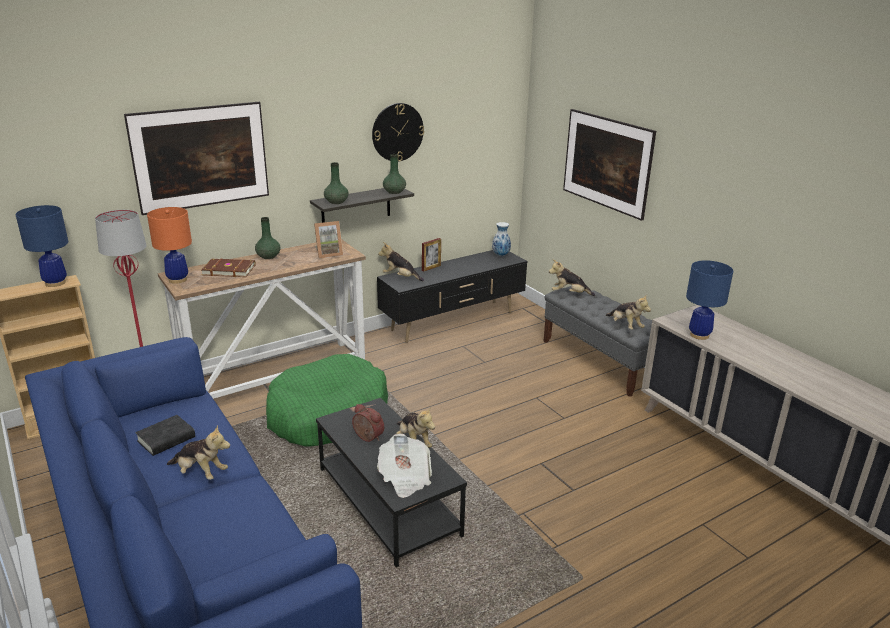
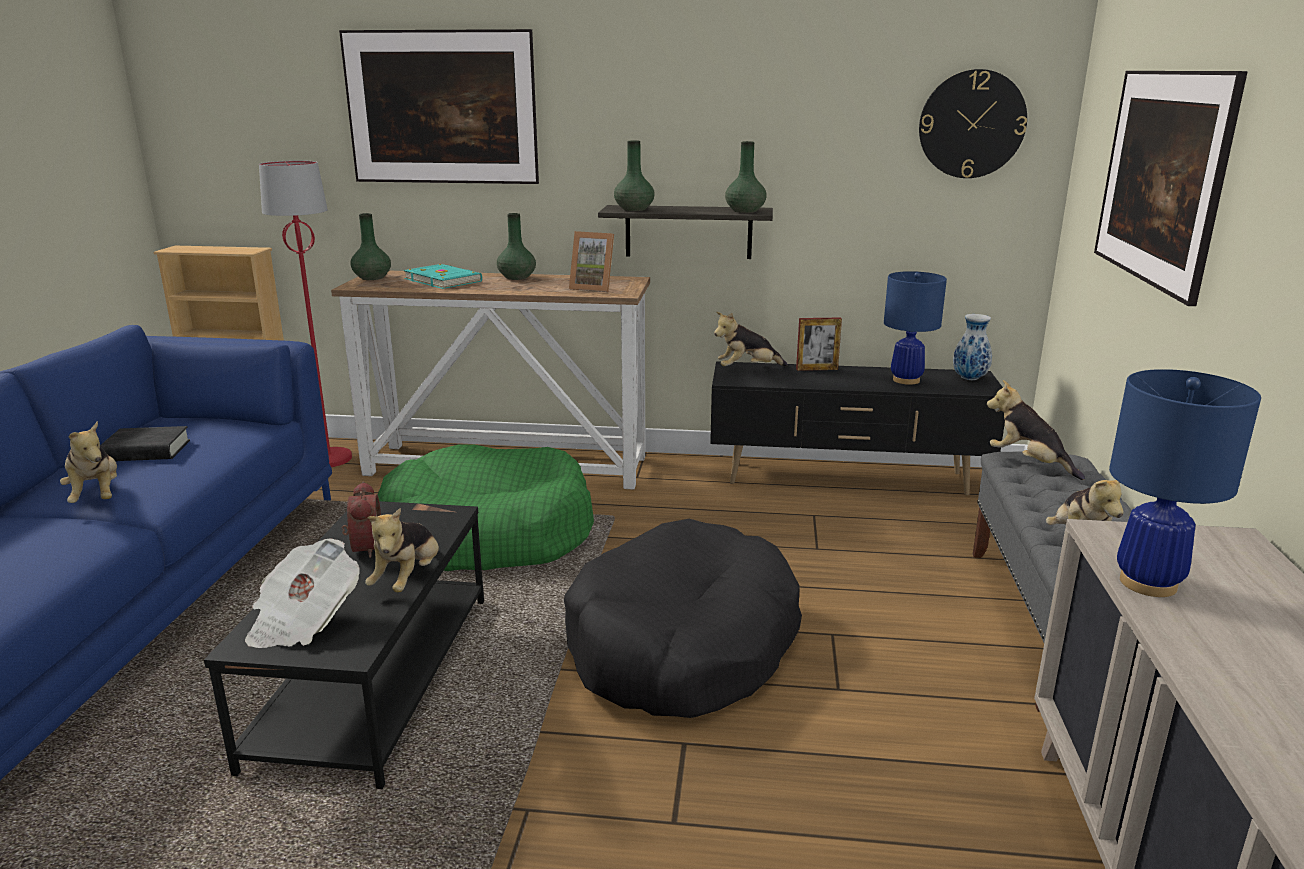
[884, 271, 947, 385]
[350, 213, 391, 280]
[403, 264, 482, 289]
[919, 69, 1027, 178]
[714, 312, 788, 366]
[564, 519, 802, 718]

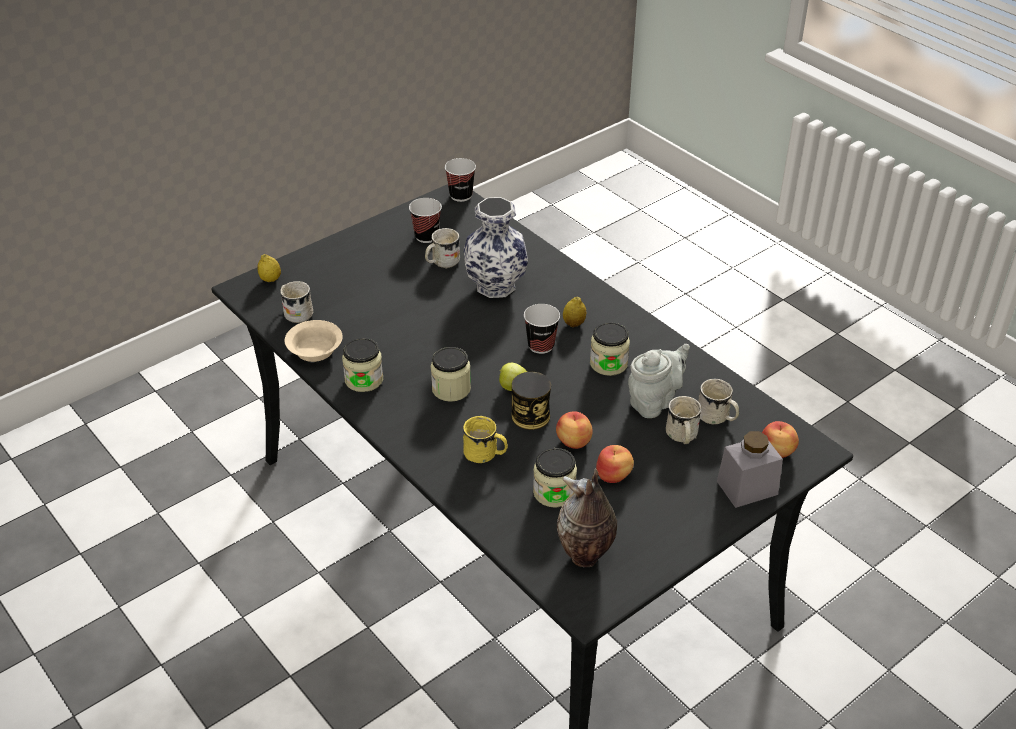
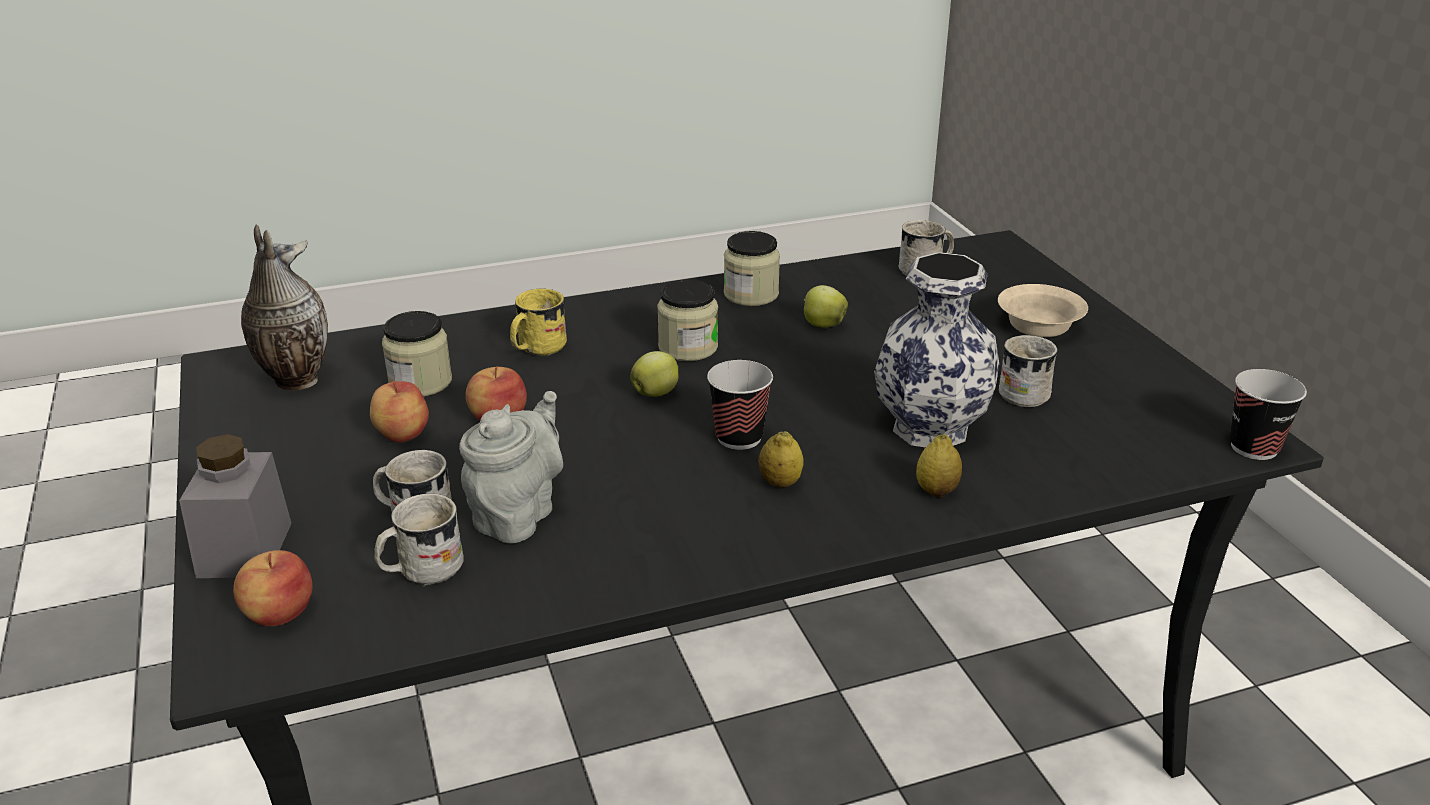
[916, 434, 962, 497]
[998, 284, 1088, 337]
[409, 198, 442, 243] (first image)
[512, 372, 551, 430] (first image)
[590, 322, 630, 376] (first image)
[459, 391, 563, 543]
[803, 285, 848, 328]

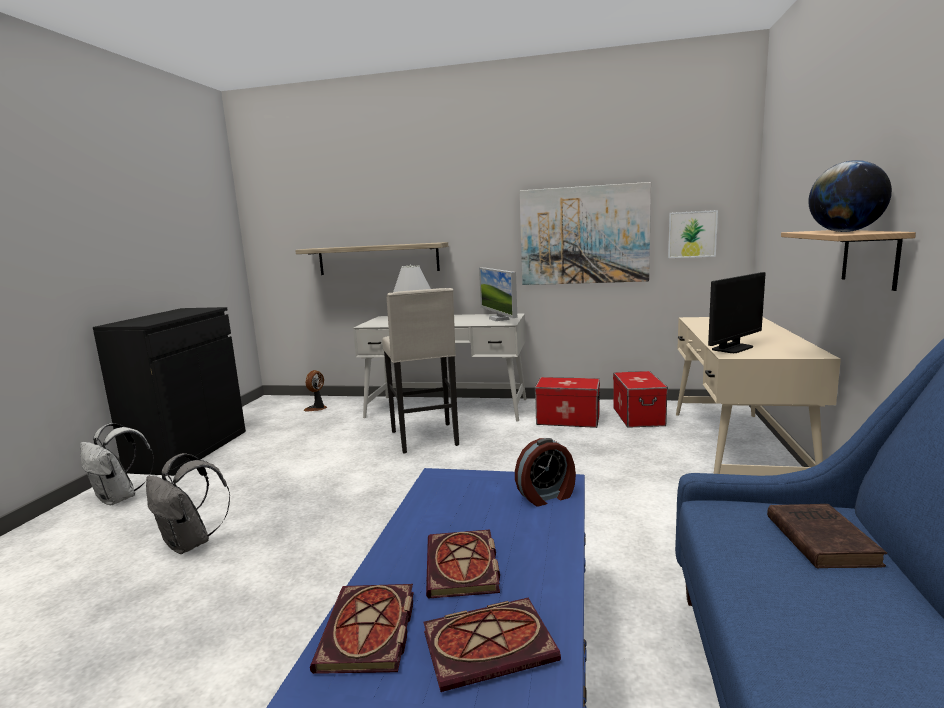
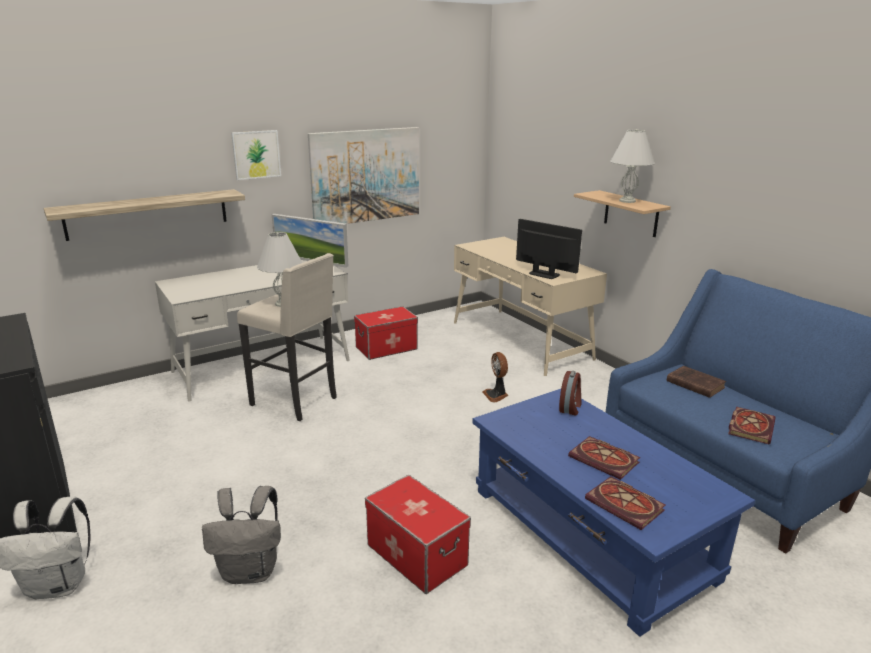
[482, 352, 508, 402]
[728, 407, 776, 444]
[365, 475, 471, 594]
[231, 130, 281, 180]
[516, 219, 582, 279]
[610, 129, 655, 203]

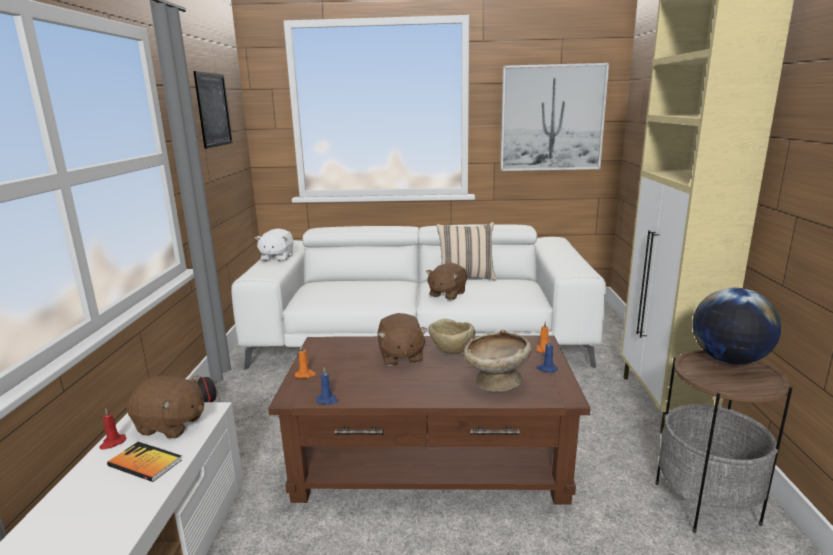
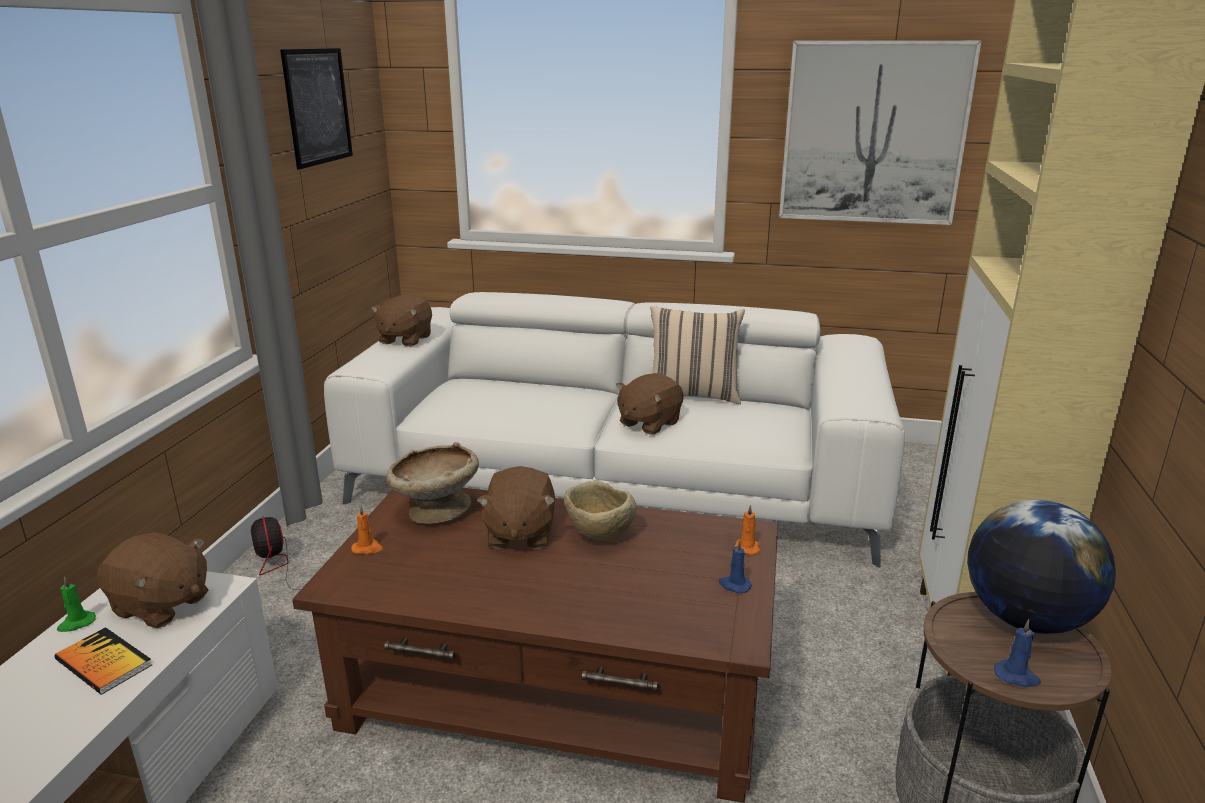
[57, 577, 96, 632]
[371, 294, 432, 347]
[994, 619, 1041, 687]
[386, 442, 479, 524]

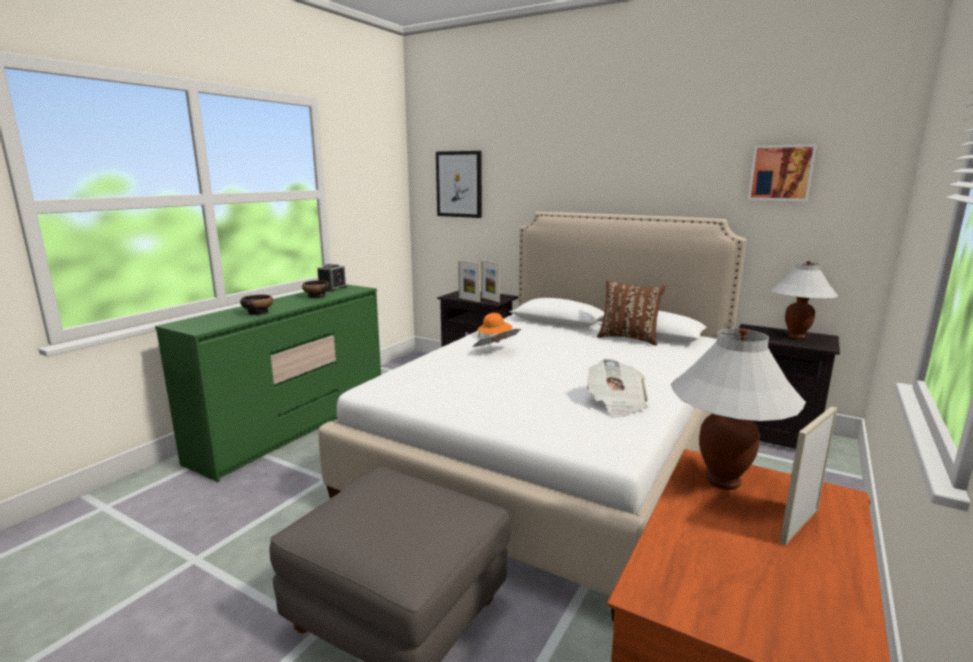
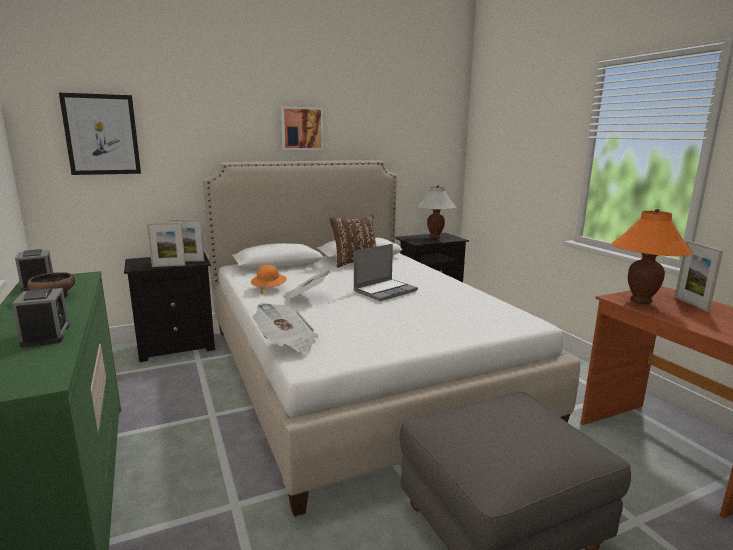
[12, 288, 70, 347]
[253, 303, 318, 354]
[611, 209, 693, 304]
[281, 106, 323, 150]
[353, 244, 418, 301]

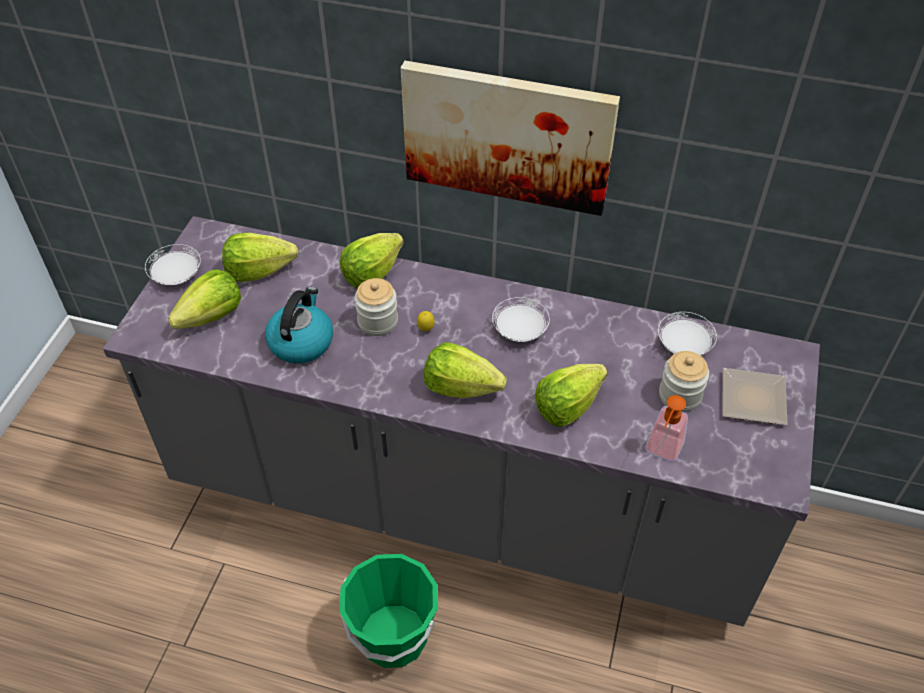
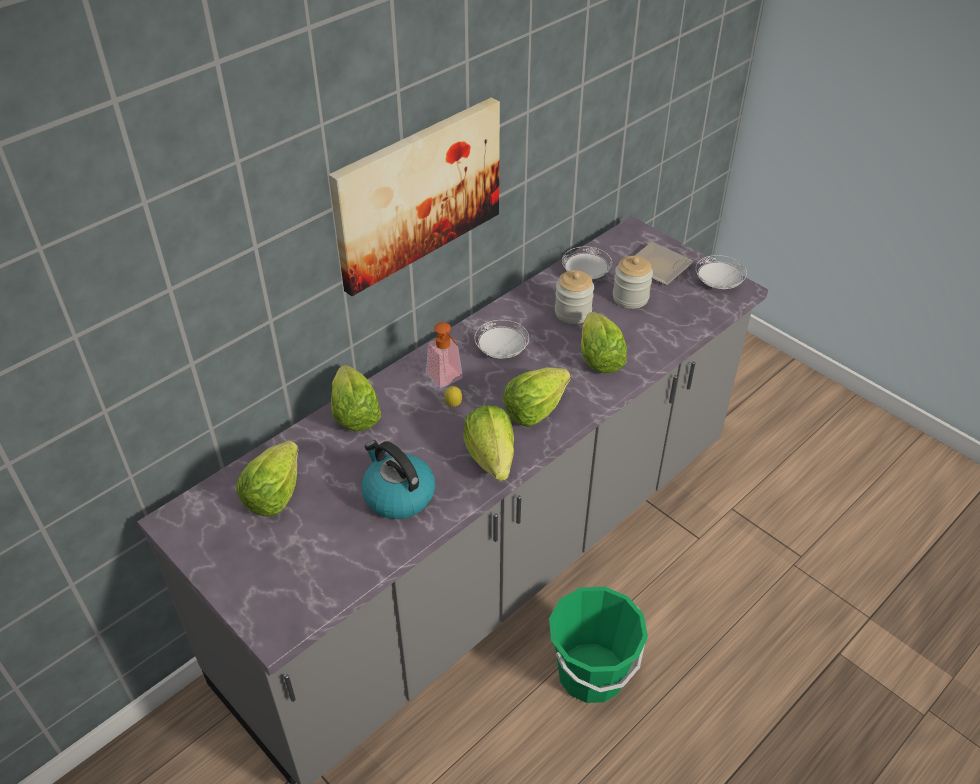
[696, 255, 747, 289]
[463, 405, 514, 481]
[555, 270, 594, 324]
[426, 322, 463, 388]

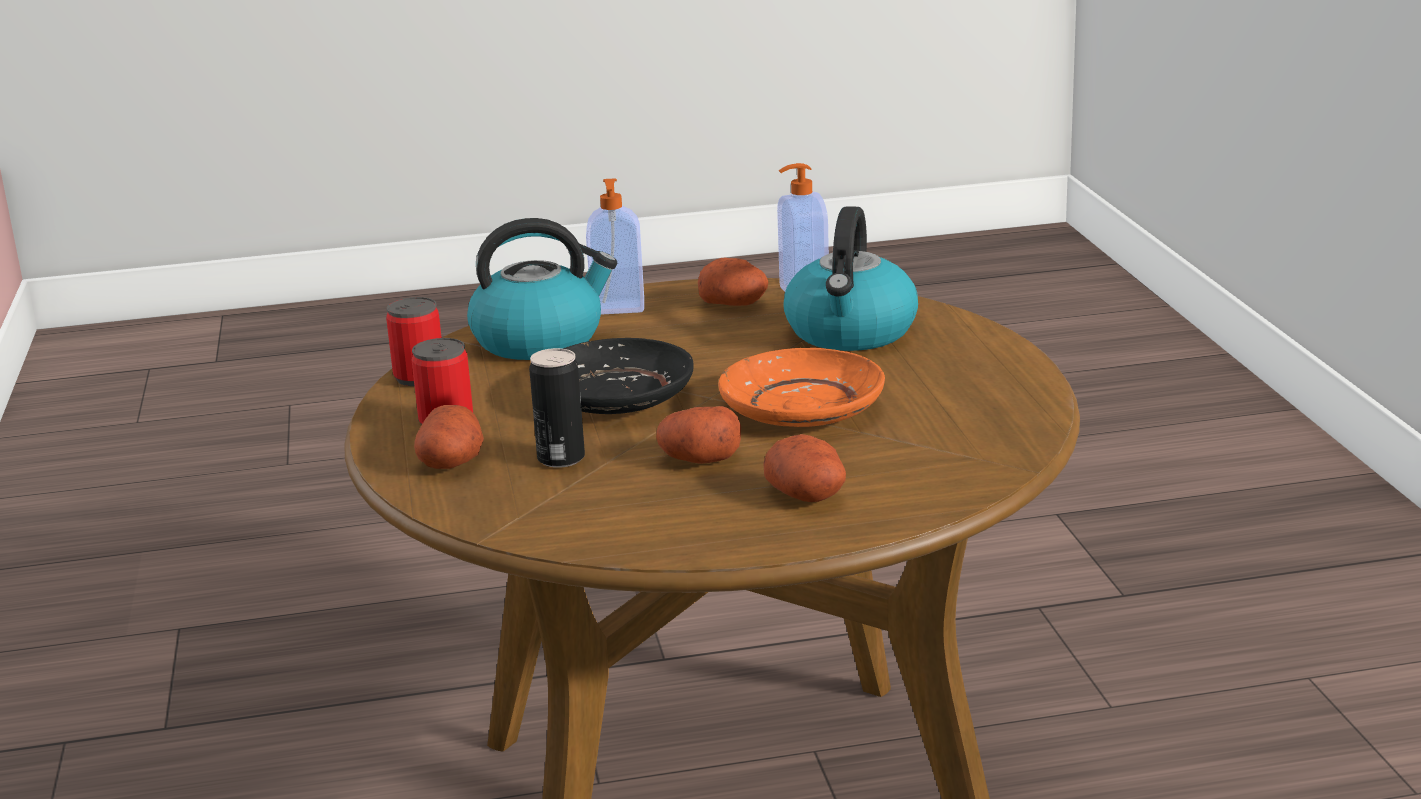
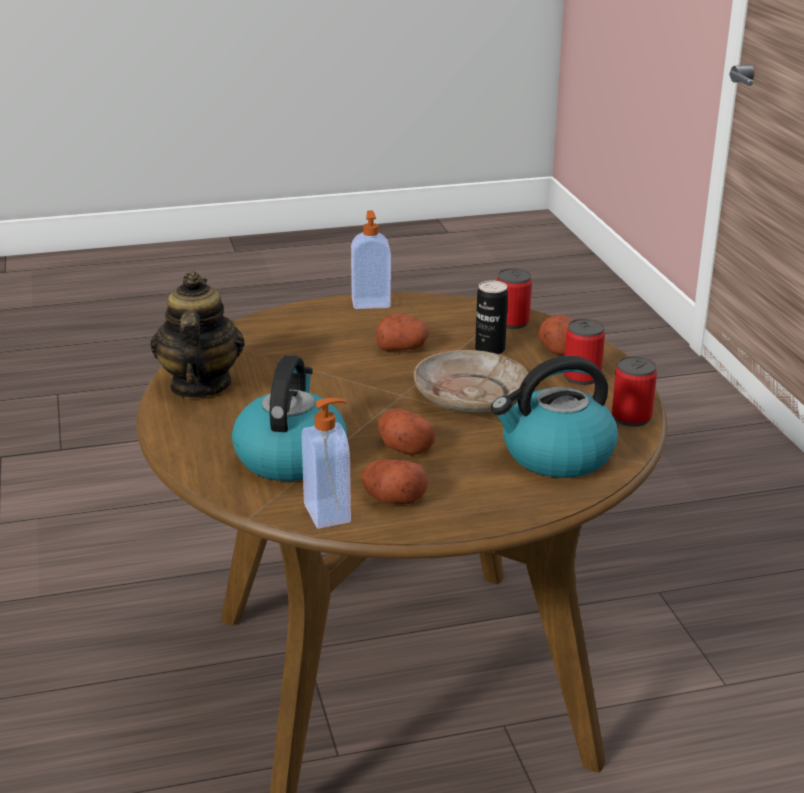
[414, 350, 529, 413]
[351, 210, 391, 309]
[718, 348, 885, 427] (first image)
[378, 409, 435, 455]
[150, 271, 245, 398]
[497, 268, 532, 329]

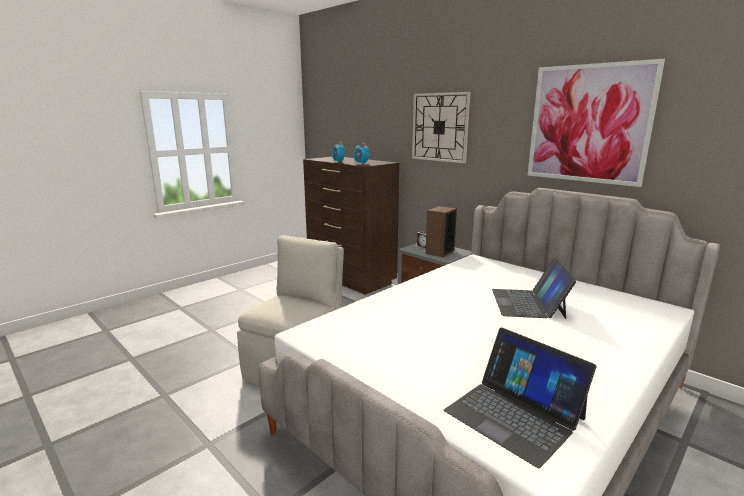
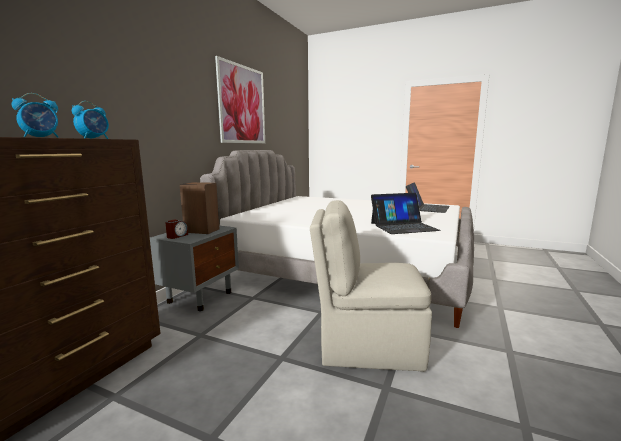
[412, 92, 470, 163] (first image)
[371, 193, 441, 234]

